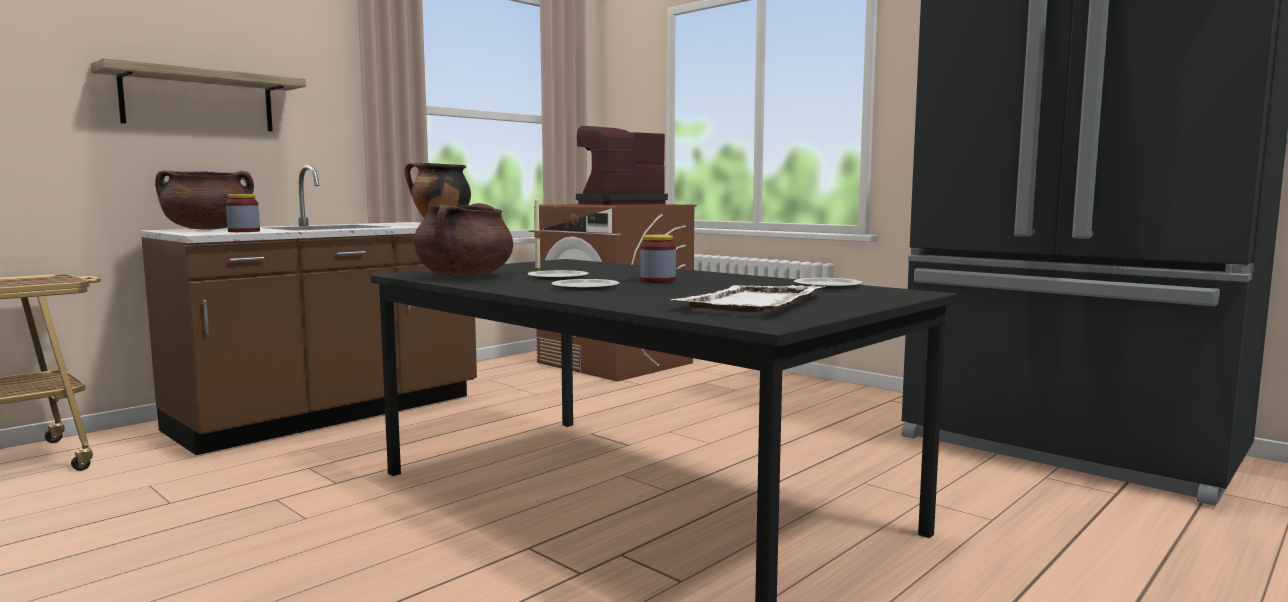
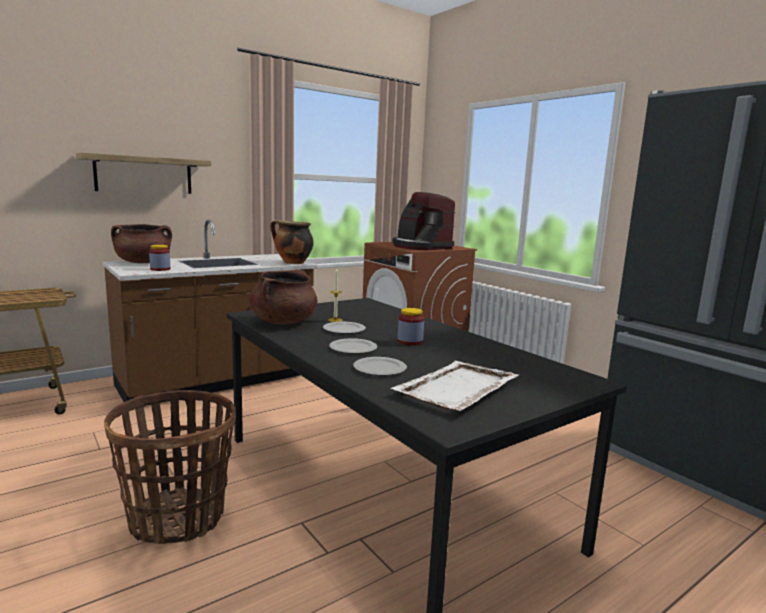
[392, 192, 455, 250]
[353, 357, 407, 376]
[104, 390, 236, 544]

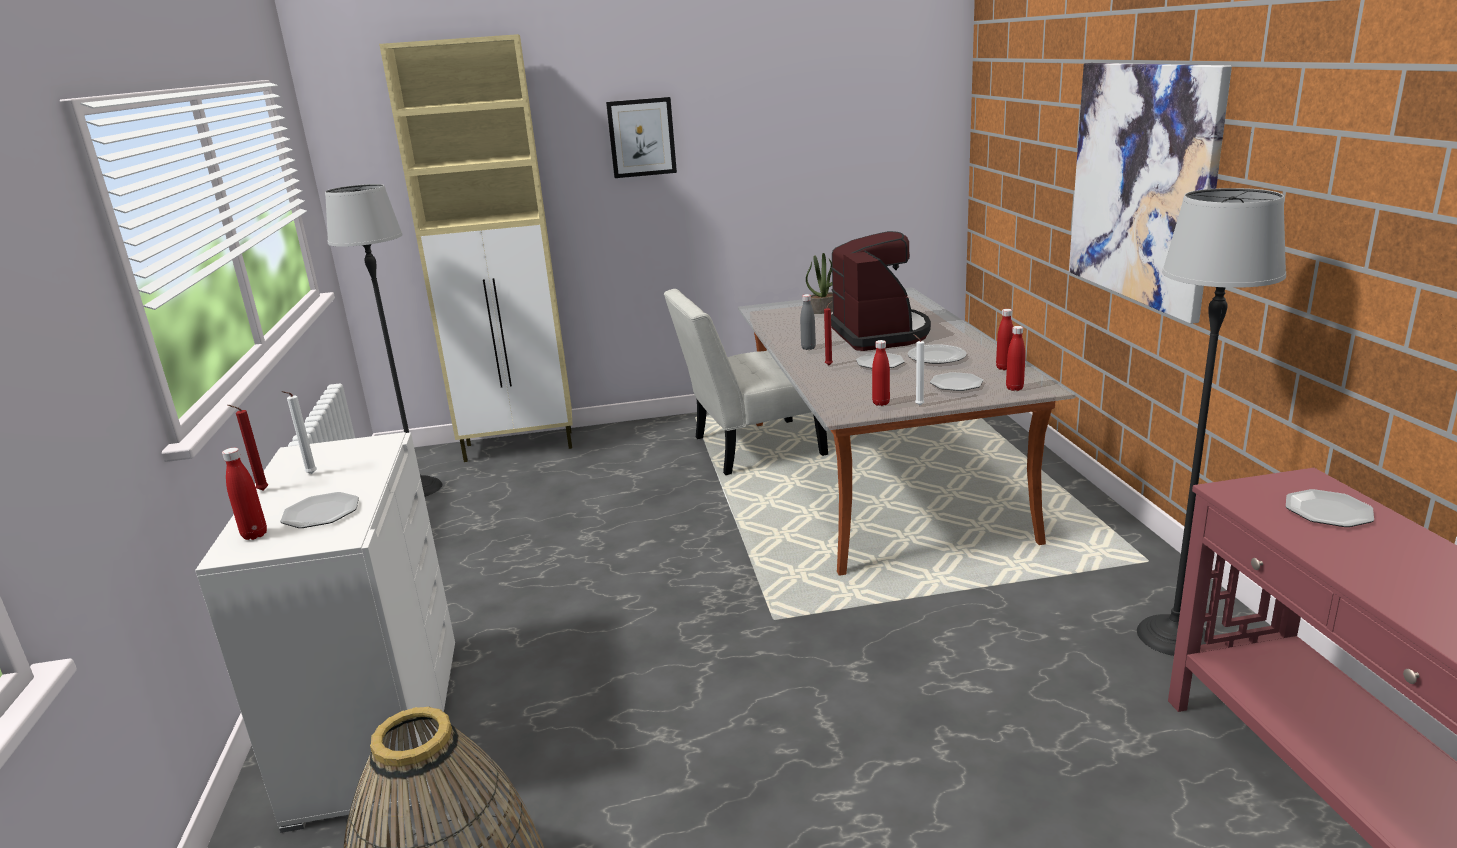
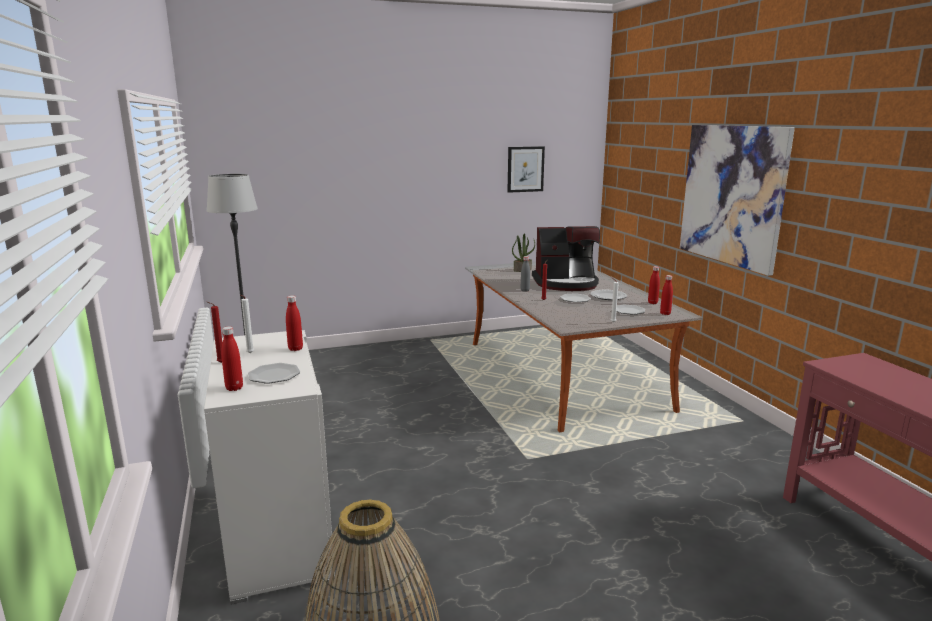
[379, 34, 573, 462] (first image)
[507, 146, 545, 193]
[664, 289, 828, 475] (first image)
[532, 226, 600, 291]
[286, 295, 303, 351]
[1137, 188, 1286, 656] (first image)
[1286, 489, 1374, 527] (first image)

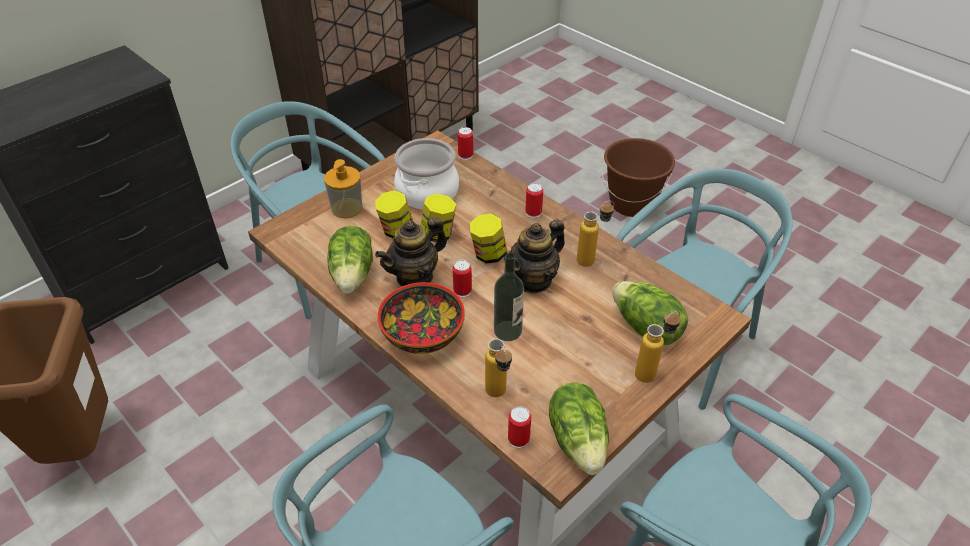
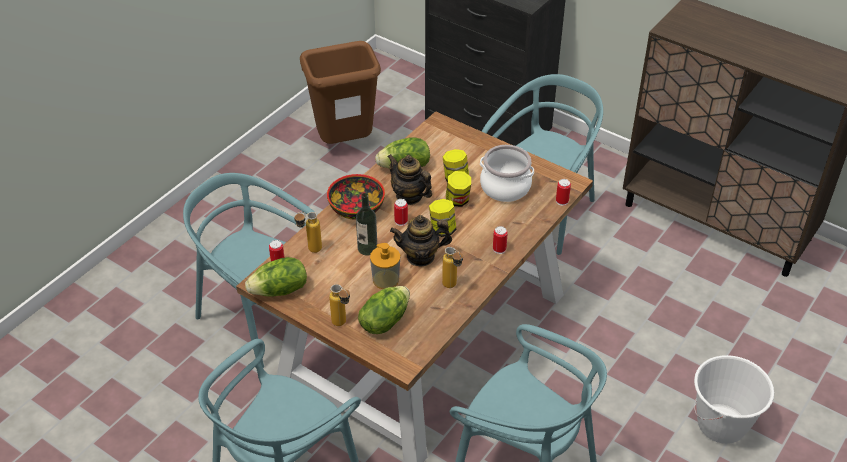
[370, 243, 400, 289]
[390, 215, 452, 267]
[694, 355, 774, 444]

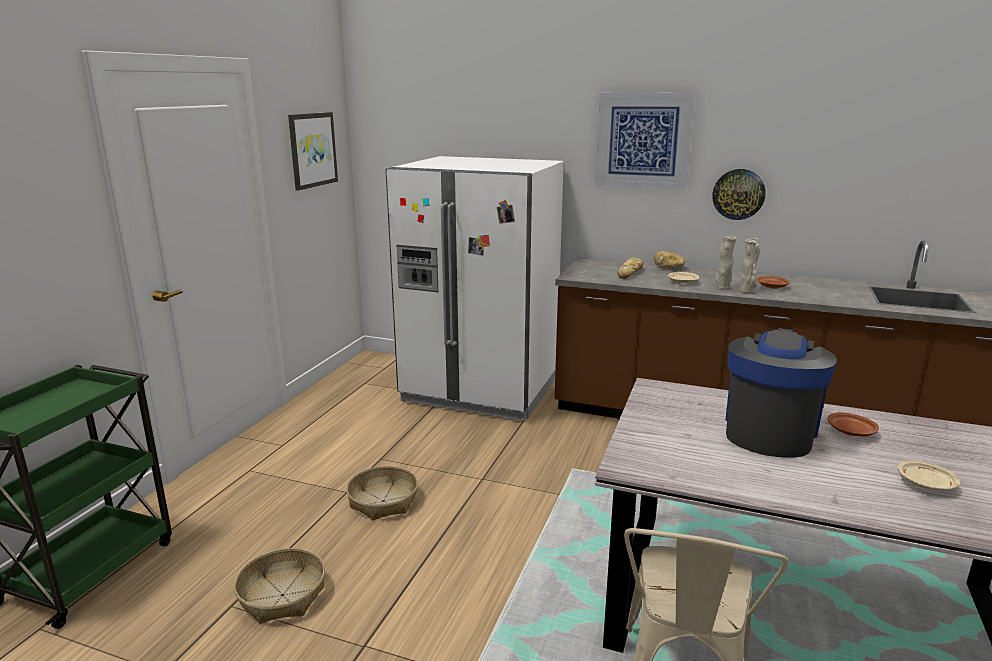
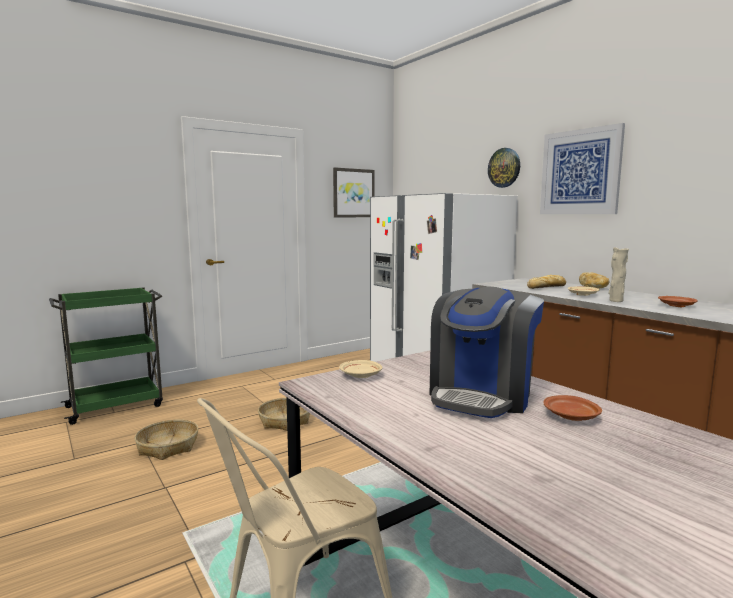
[488, 148, 520, 188]
[430, 287, 544, 418]
[740, 238, 760, 294] (first image)
[339, 360, 382, 378]

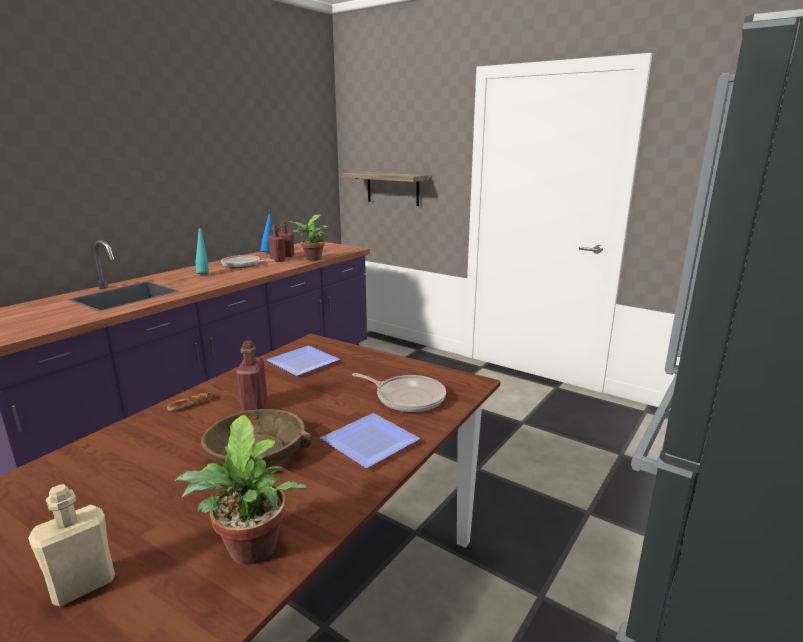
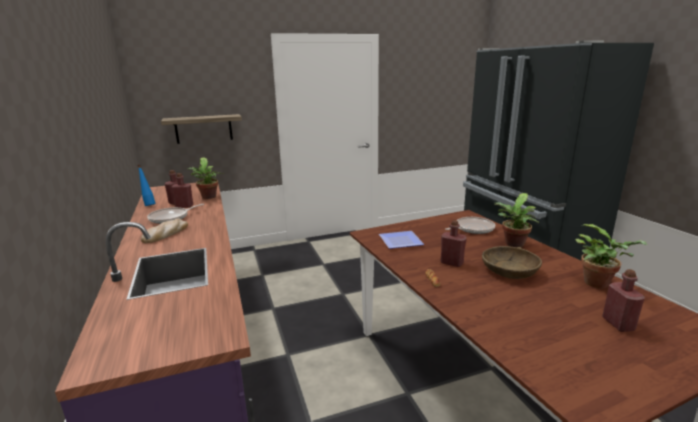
[602, 269, 645, 332]
[141, 218, 188, 243]
[494, 193, 539, 247]

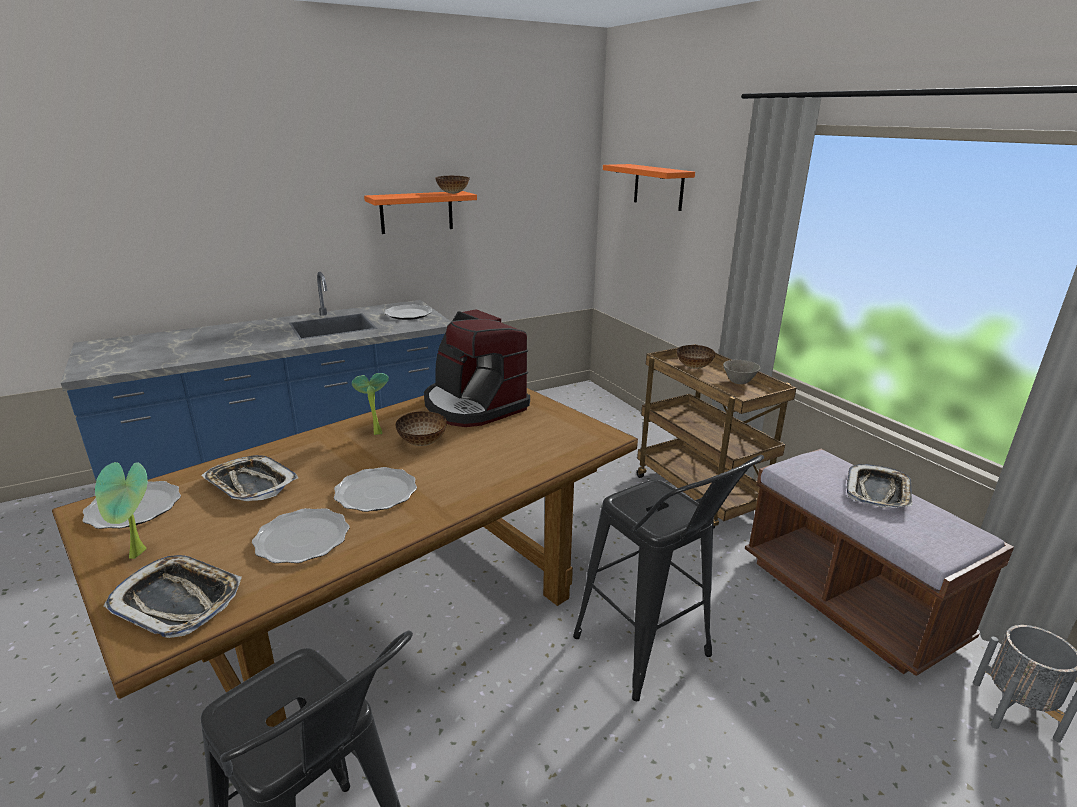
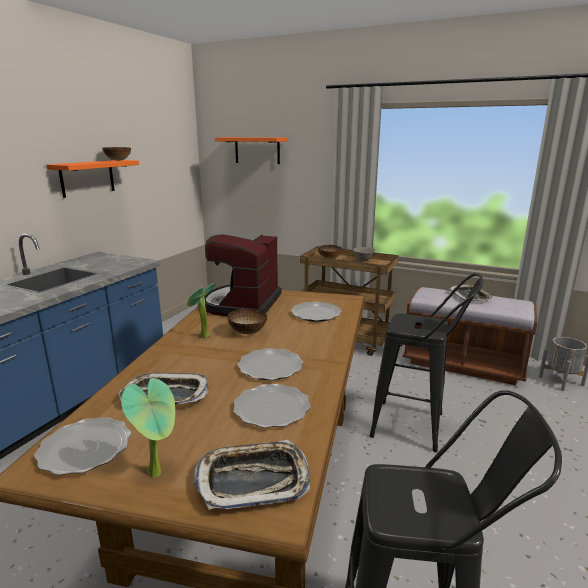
[291, 302, 342, 322]
[204, 234, 281, 316]

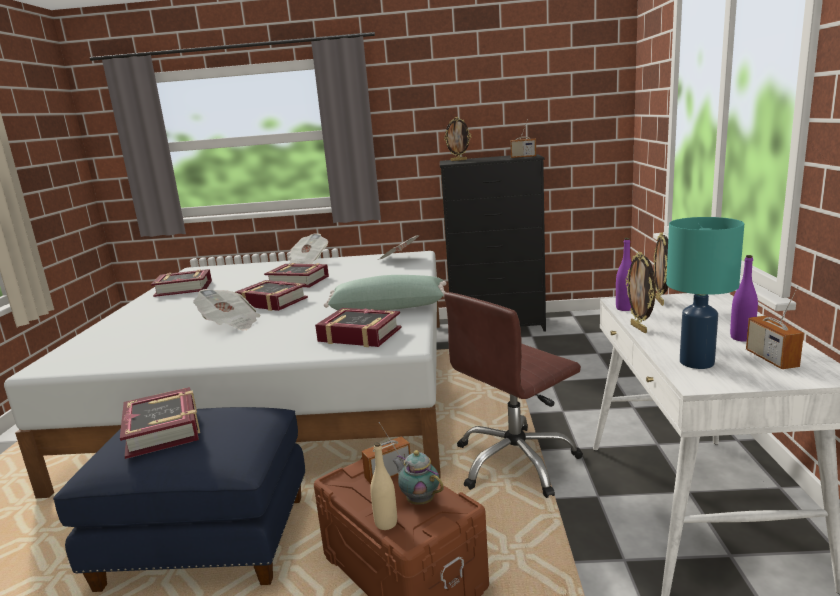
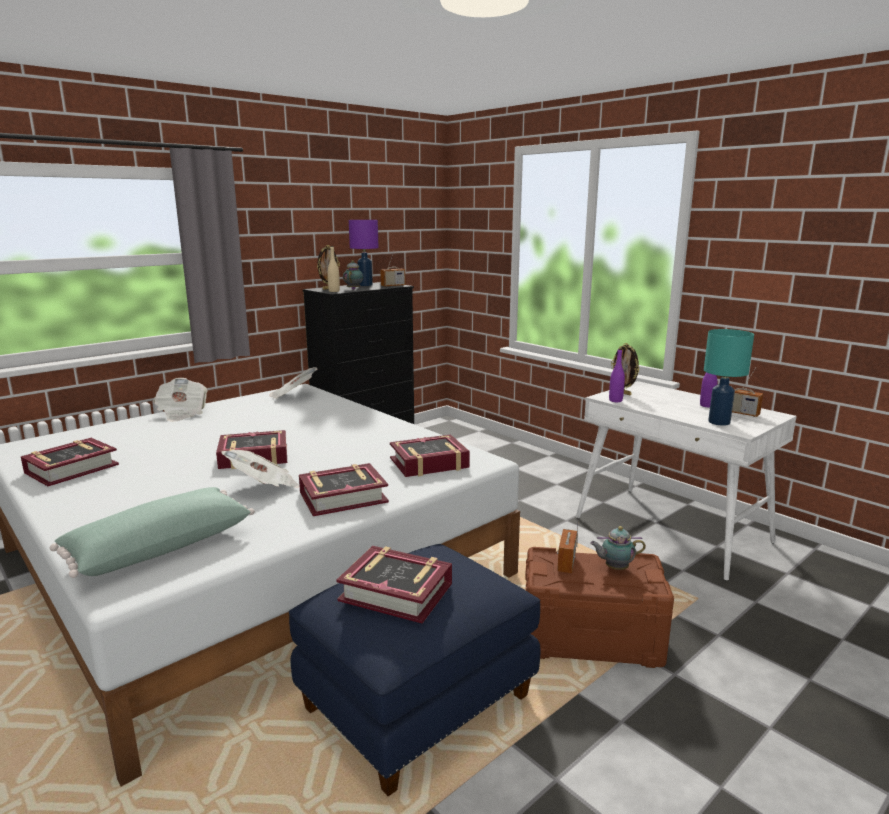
[299, 463, 389, 516]
[50, 487, 255, 578]
[327, 246, 340, 292]
[444, 292, 583, 498] (first image)
[626, 252, 656, 333] (first image)
[343, 260, 363, 290]
[349, 220, 379, 286]

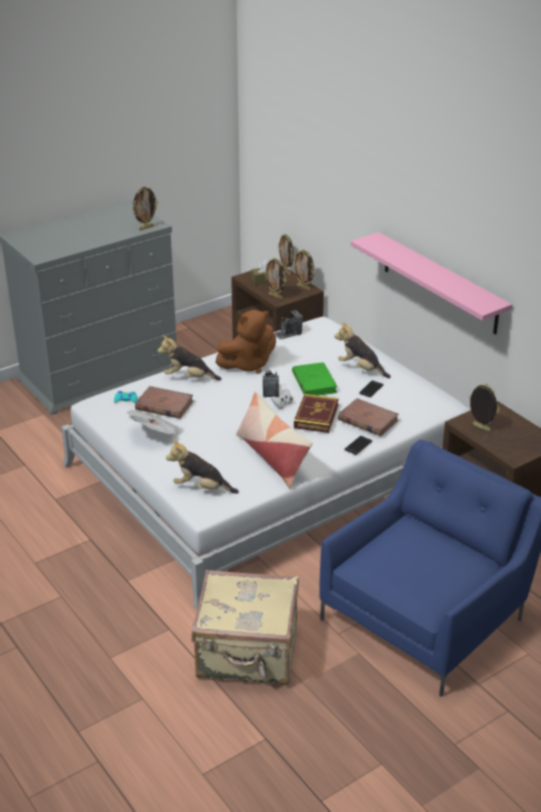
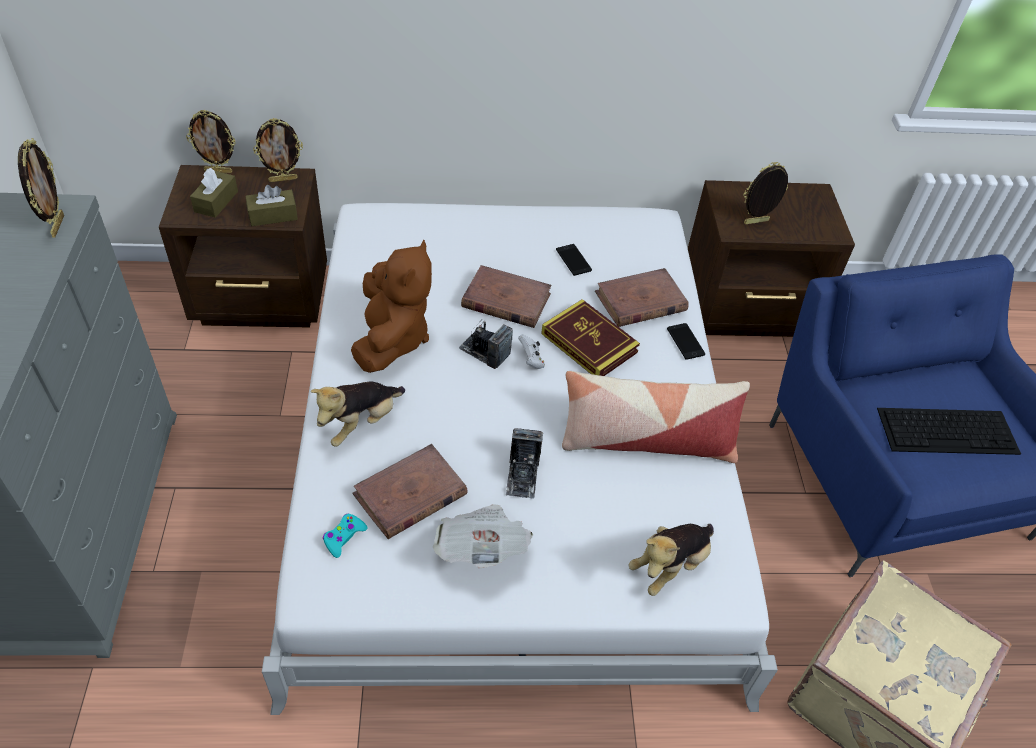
[246, 185, 298, 226]
[505, 428, 543, 499]
[461, 265, 552, 328]
[334, 321, 391, 378] (first image)
[351, 232, 512, 335] (first image)
[877, 408, 1021, 455]

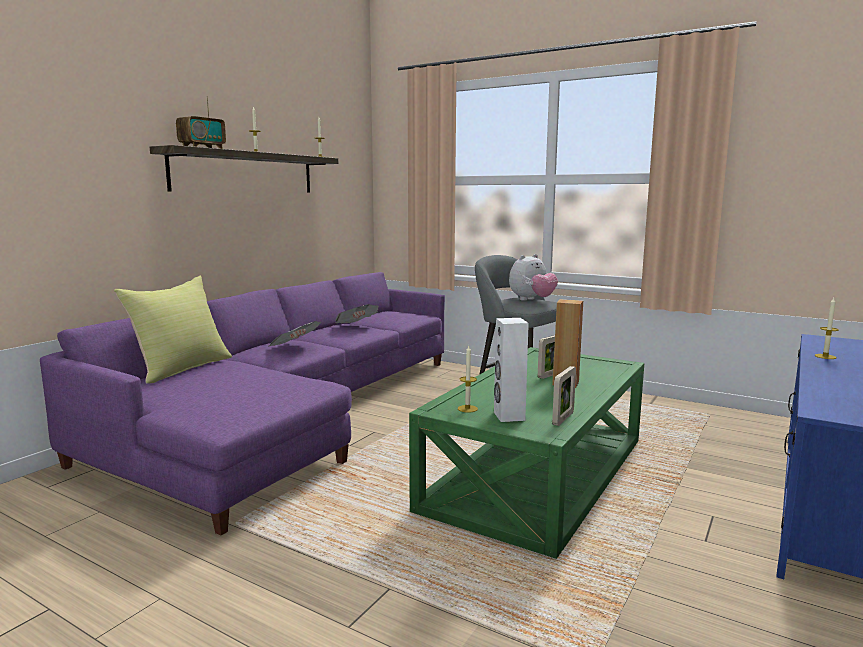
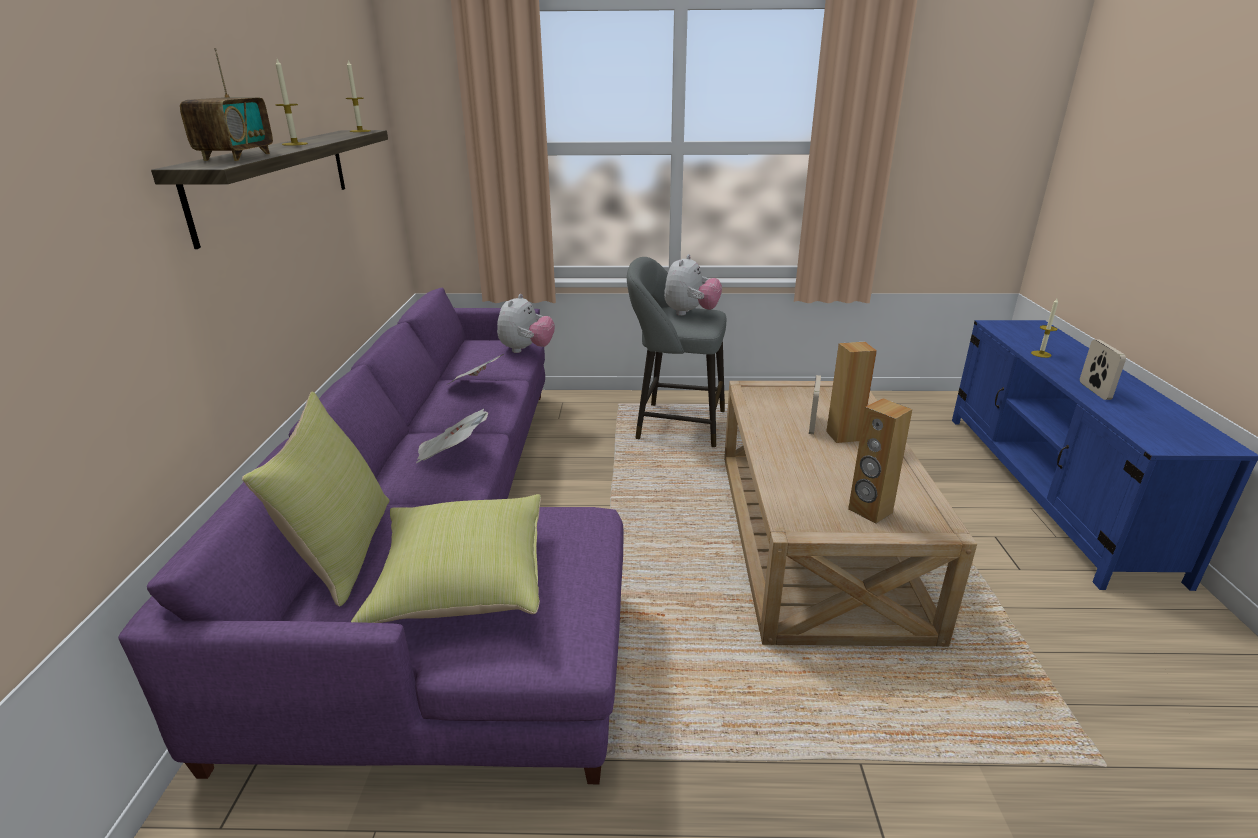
[724, 381, 977, 647]
[458, 346, 478, 412] (first image)
[848, 398, 912, 524]
[1080, 339, 1126, 400]
[351, 494, 541, 623]
[497, 294, 555, 353]

